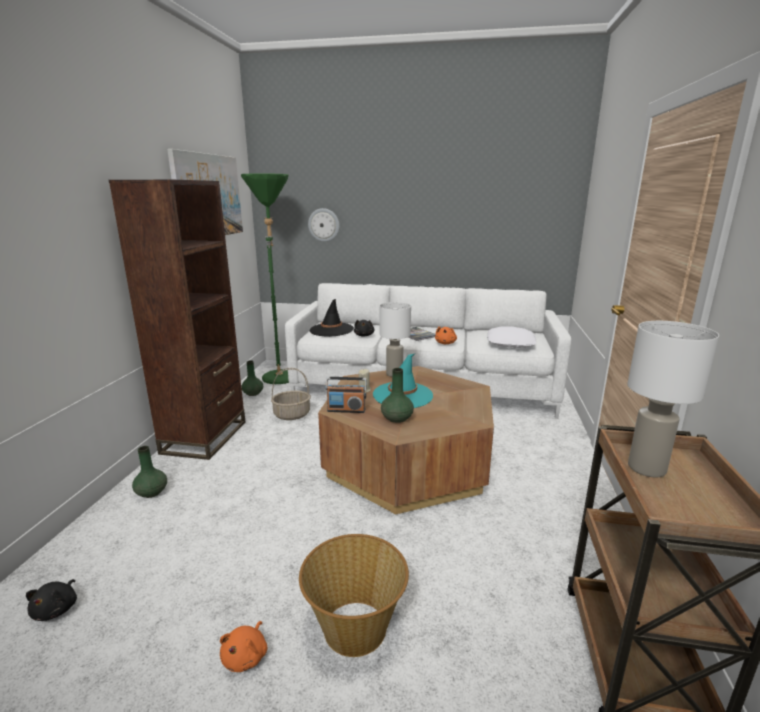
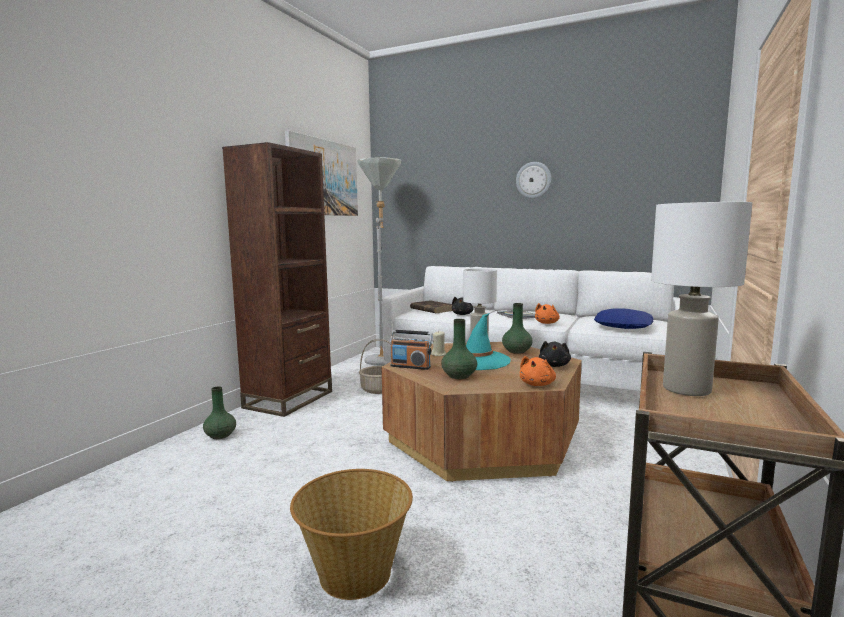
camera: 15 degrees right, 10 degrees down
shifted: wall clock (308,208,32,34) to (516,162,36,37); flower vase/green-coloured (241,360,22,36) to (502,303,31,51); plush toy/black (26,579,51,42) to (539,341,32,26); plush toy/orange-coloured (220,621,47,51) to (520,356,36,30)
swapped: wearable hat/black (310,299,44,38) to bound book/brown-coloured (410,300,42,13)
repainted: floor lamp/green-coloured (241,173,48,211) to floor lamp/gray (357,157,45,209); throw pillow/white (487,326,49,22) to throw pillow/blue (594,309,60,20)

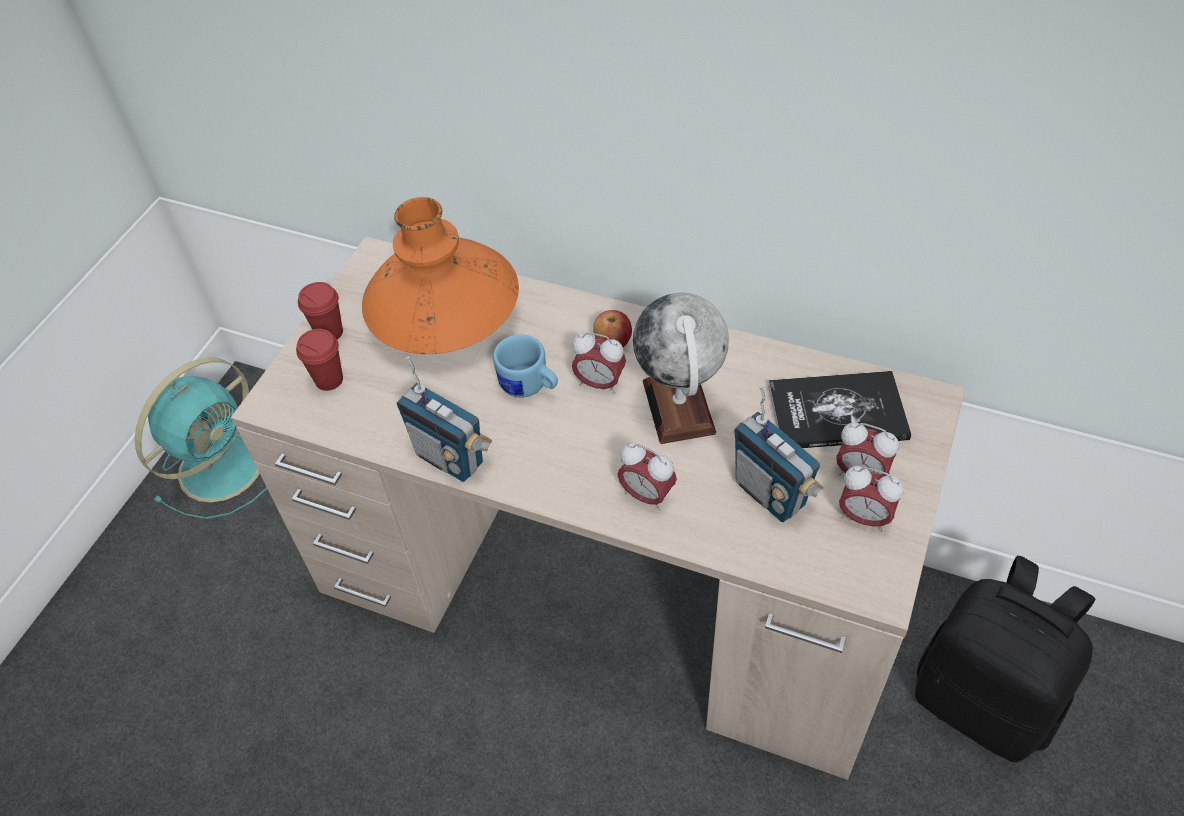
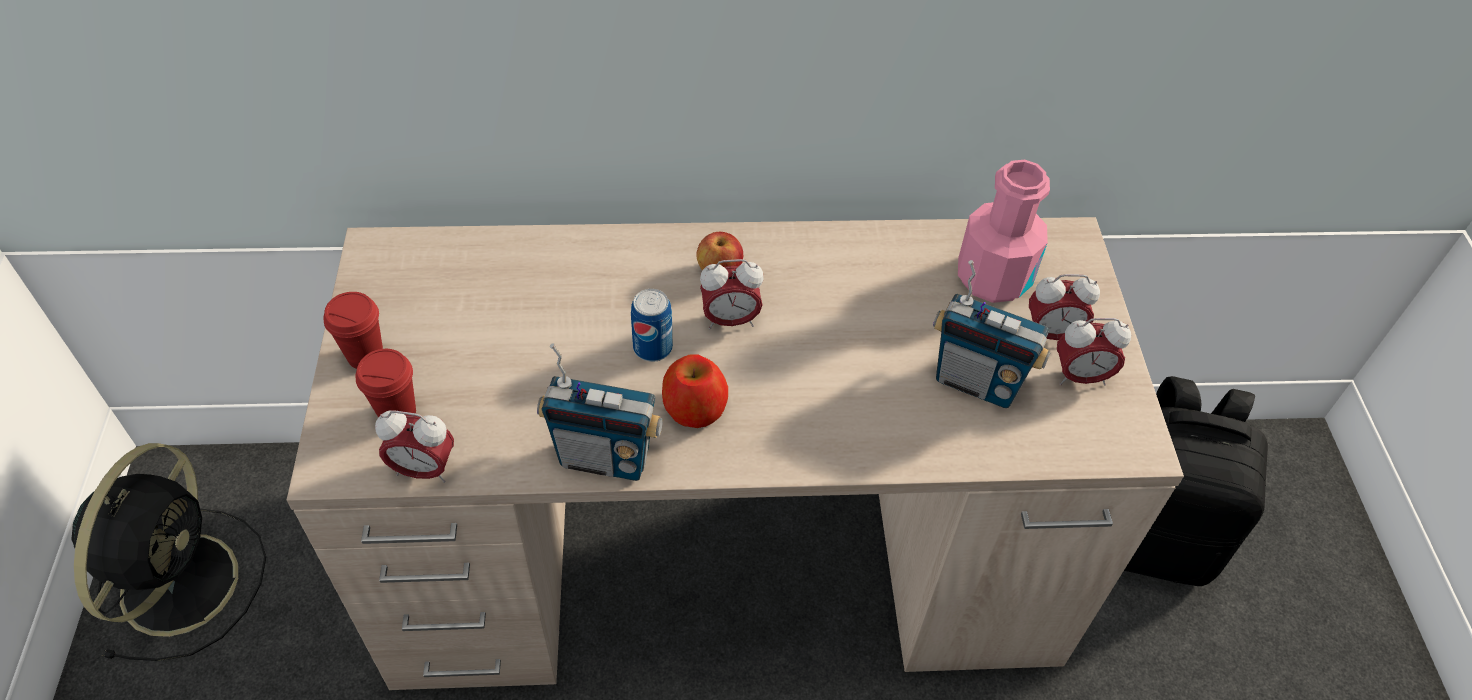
camera: 30 degrees left, 0 degrees up
gone: flower vase/orange-coloured (362,197,157,157); globe (633,292,96,152)
new: whole apple (662,355,66,73)
shifted: bedside clock (617,442,60,69) to (375,410,79,73)
swapped: coffee mug/blue (493,334,65,64) to can (631,289,42,73); bound book (768,371,144,77) to beverage bottle/pink (958,159,92,144)
repainted: electric fan/turquoise (135,358,132,161) to electric fan/black (71,443,195,218)

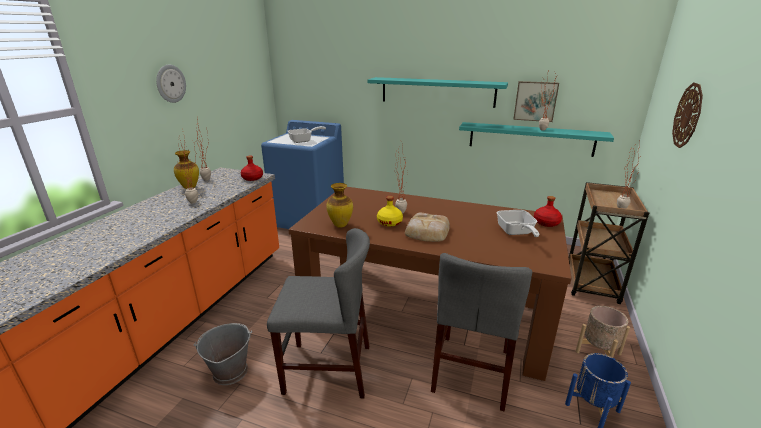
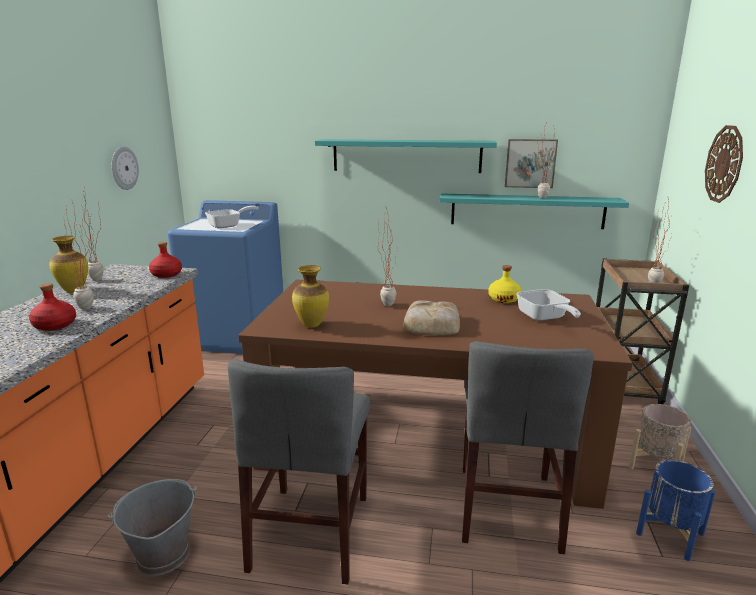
camera: 10 degrees left, 5 degrees down
shifted: wall clock (156,65,30,38) to (112,146,27,44); beverage bottle/yellow (377,196,26,31) to (488,265,34,38); beverage bottle/red-coloured (534,196,28,31) to (29,283,47,48)
rotated: upright chair/gray (267,228,103,170) = (228,359,142,225) 105 degrees clockwise

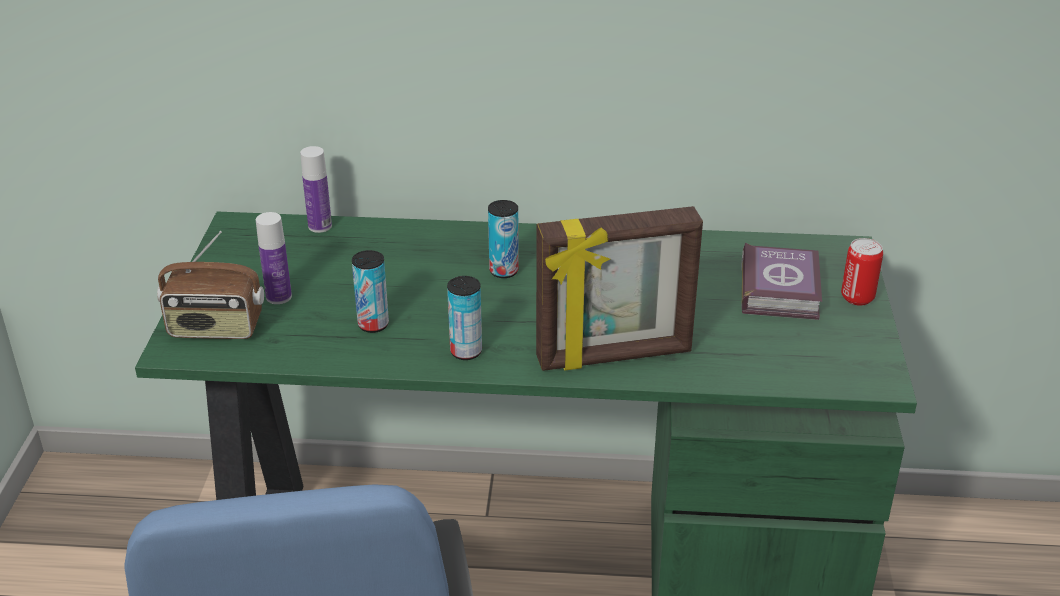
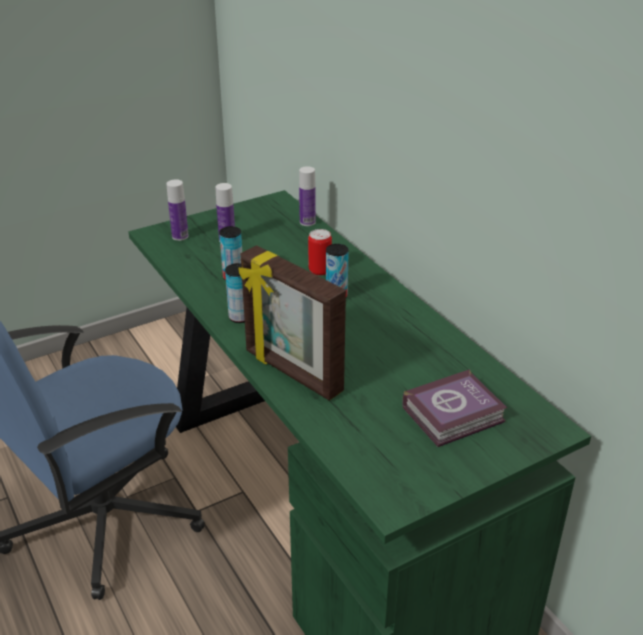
camera: 55 degrees right, 0 degrees up
shifted: can (841,238,42,68) to (308,229,24,46)
swapped: radio set (157,231,107,108) to beverage bottle (166,179,23,62)

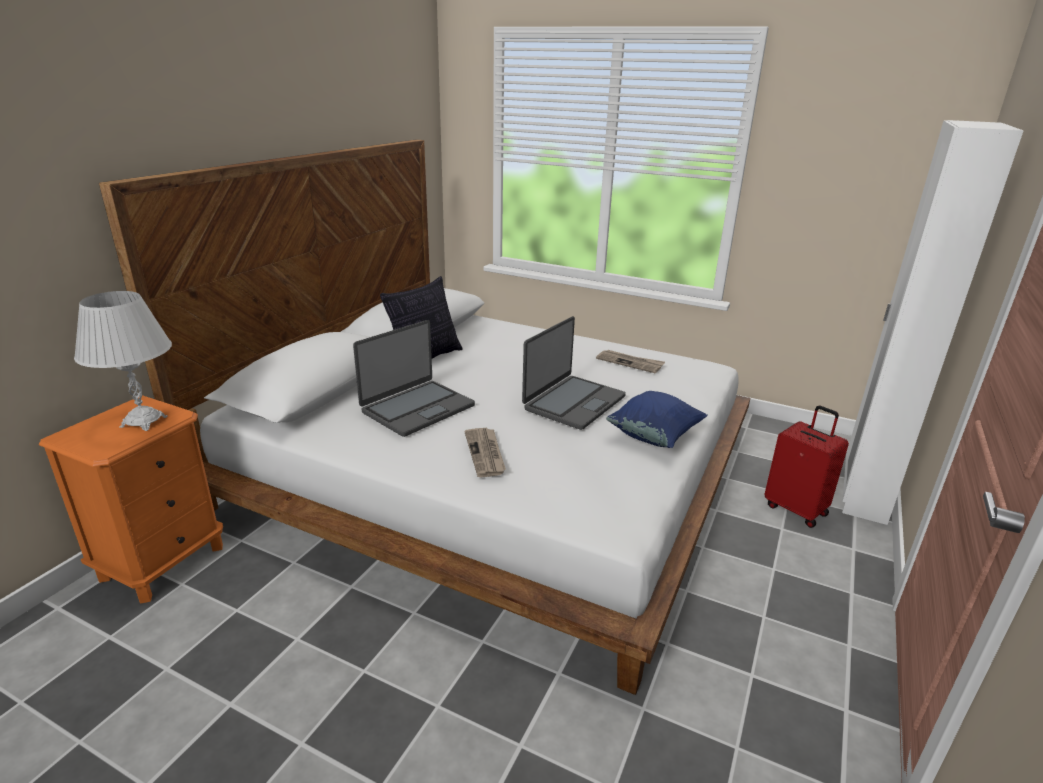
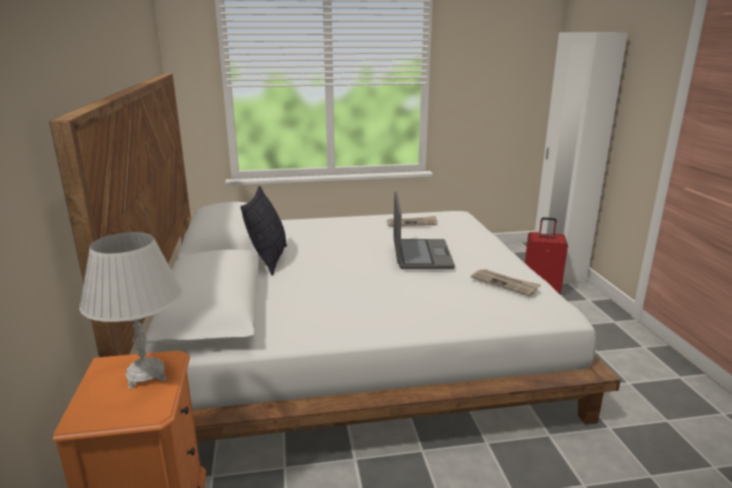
camera: 35 degrees left, 5 degrees down
gone: notebook computer (353,320,122,117); throw pillow/blue (606,391,102,57)
shifted: newspaper (464,428,42,49) to (471,269,70,27)

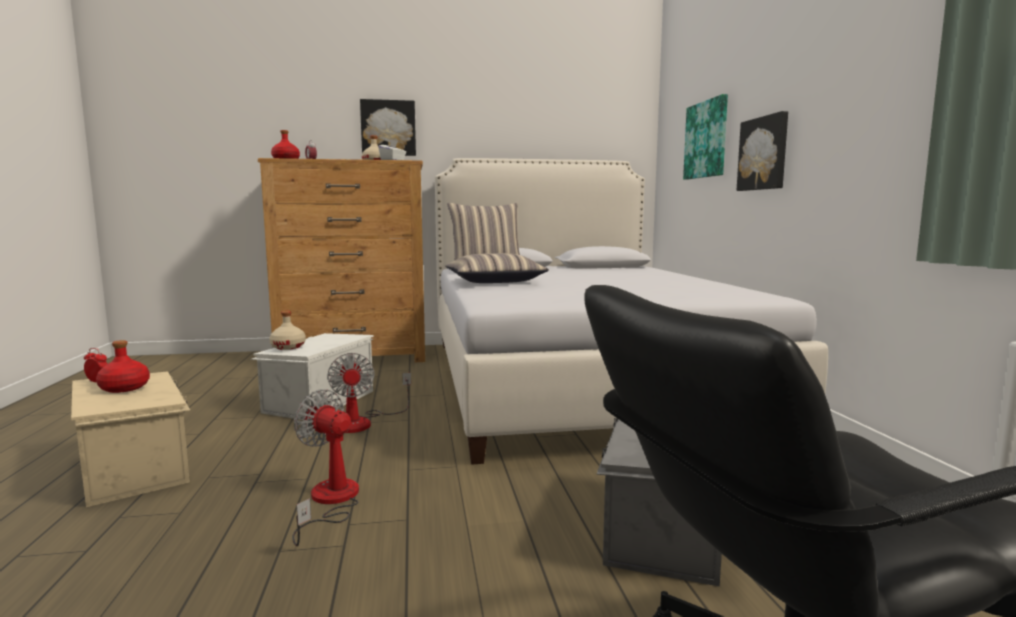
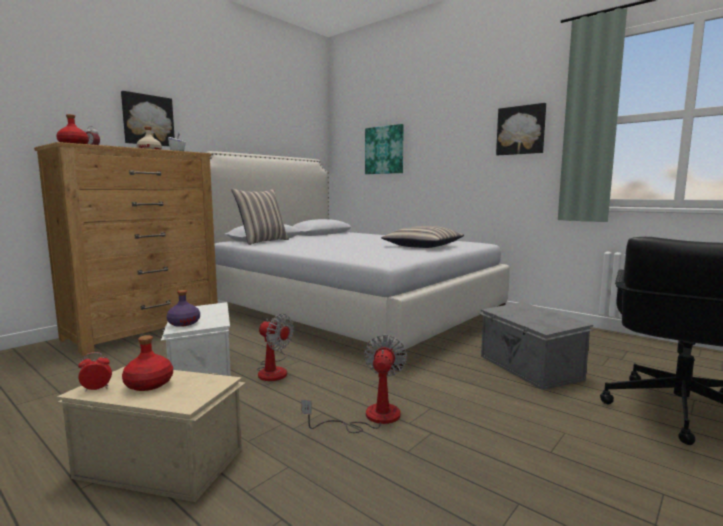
camera: 40 degrees left, 0 degrees up
shifted: wall picture (737,111,51,80) to (496,103,50,52); throw pillow (445,253,104,30) to (381,226,83,22)
repainted: beverage bottle/sand-coloured (269,311,37,39) to beverage bottle/purple (167,290,33,37)
rotated: electric fan (292,389,67,157) = (301,335,106,98) 105 degrees clockwise

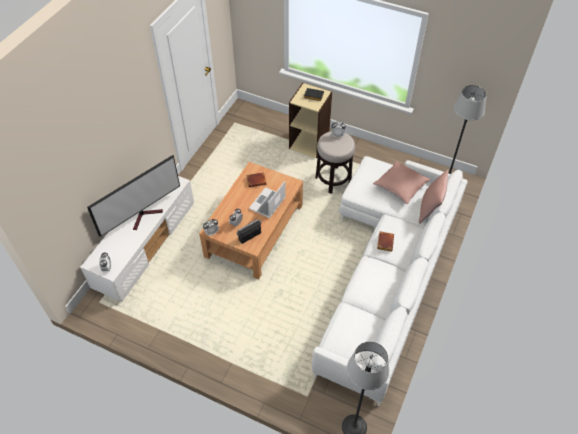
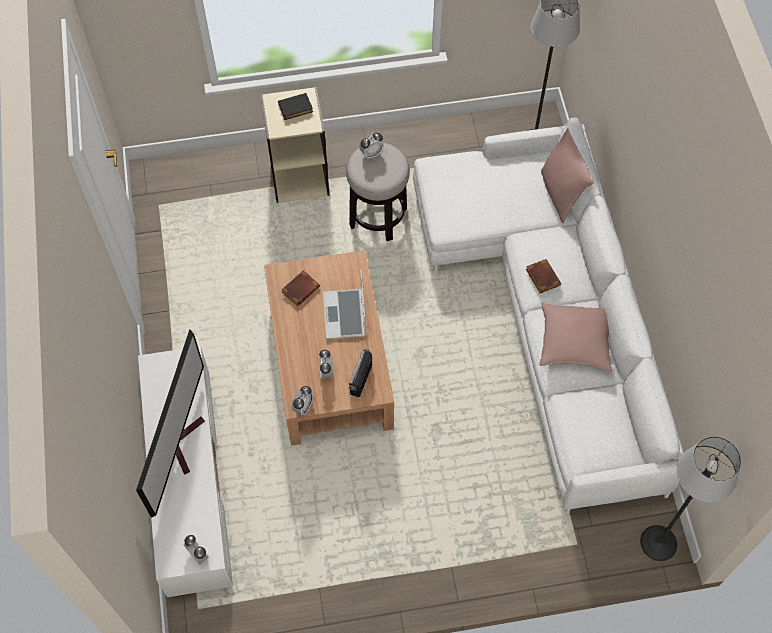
camera: 35 degrees left, 10 degrees up
shifted: throw pillow/pink (373,161,58,43) to (540,303,72,69)

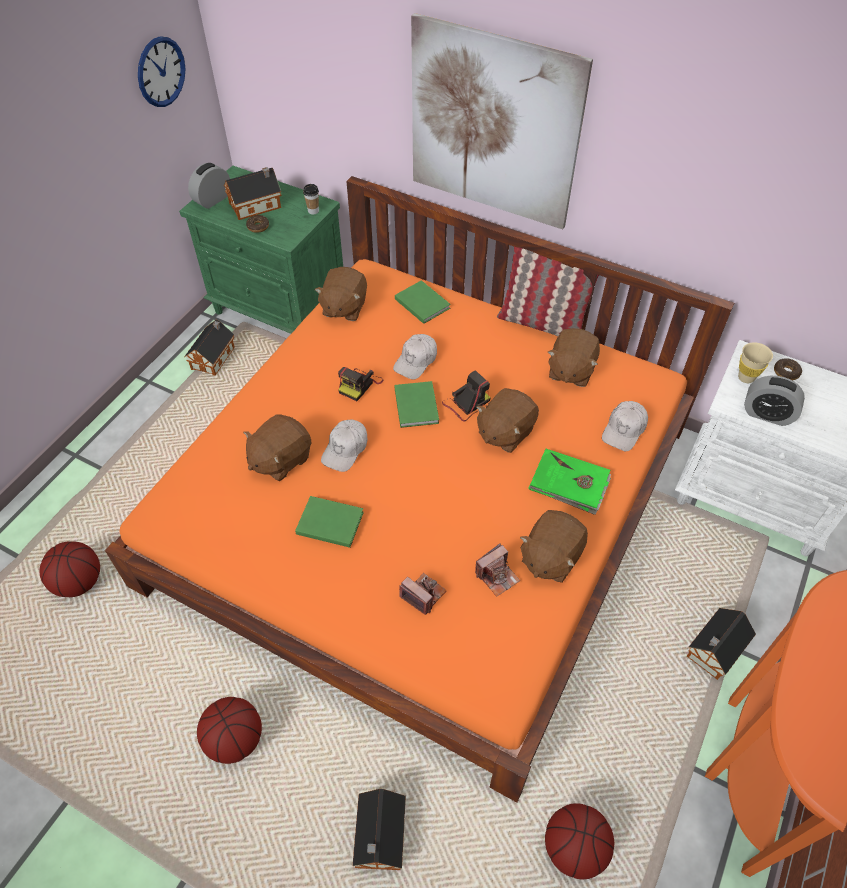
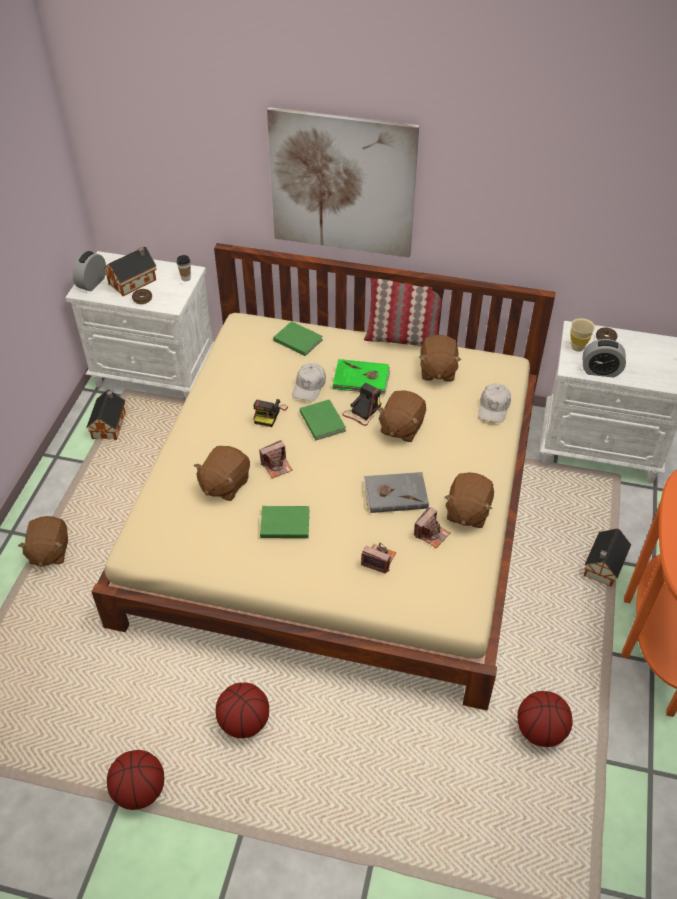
camera: 15 degrees left, 5 degrees down
gone: wall clock (138,36,47,71); model house (353,789,53,81)
new: bound book/gray (364,472,65,41)
shifted: plush toy/brown-coloured (315,267,52,54) to (18,516,50,51); bound book/green-coloured (528,449,83,66) to (332,359,58,36); basketball ball (40,541,60,56) to (107,750,57,60)
swapped: peaked cap/white (321,419,46,53) to still camera (259,440,34,38)
repainted: night table/green-coloured (179,166,164,168) to night table/white (65,251,149,149); sleeping bed/orange-coloured (105,176,629,626) to sleeping bed/sand-coloured (91,243,465,467)

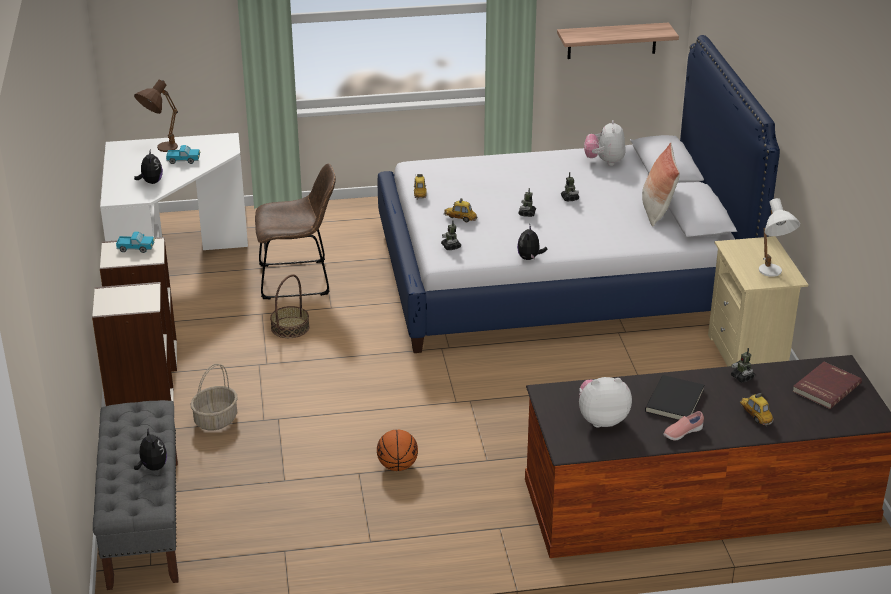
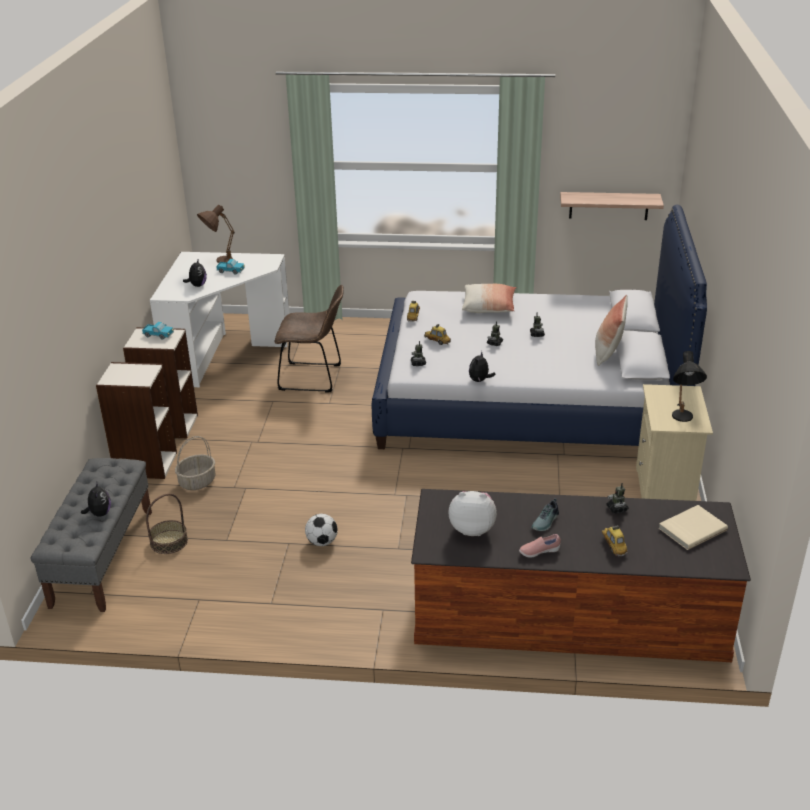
camera: 15 degrees right, 0 degrees up
gone: plush toy (584,120,42,46)
new: throw pillow (462,284,54,29)
shifted: basket (270,274,40,64) to (146,493,42,61)
swapped: bound book/black (645,375,59,45) to shoe (531,498,28,33); basketball ball (377,430,41,41) to ball for football (305,514,33,32)
repainted: tabletop lamp/white (759,198,41,79) to tabletop lamp/black (672,351,35,71); bound book/red-coloured (792,362,70,47) to bound book/sand-coloured (659,505,69,45)

